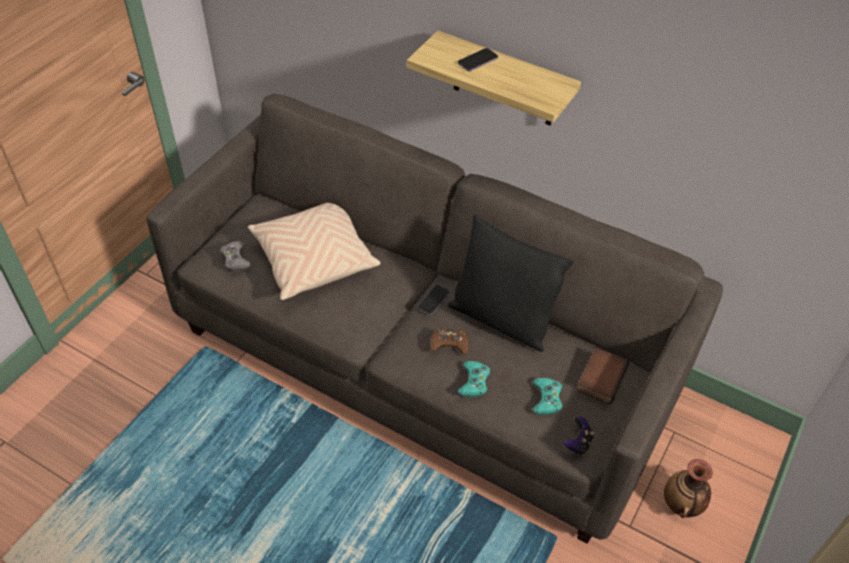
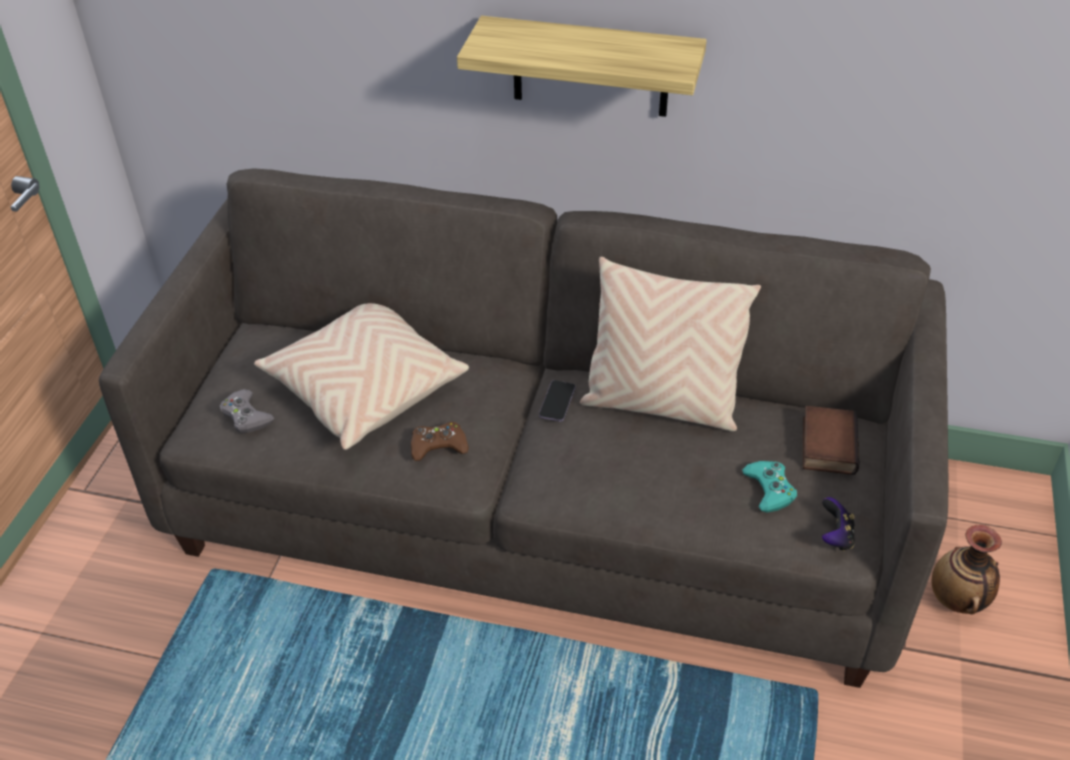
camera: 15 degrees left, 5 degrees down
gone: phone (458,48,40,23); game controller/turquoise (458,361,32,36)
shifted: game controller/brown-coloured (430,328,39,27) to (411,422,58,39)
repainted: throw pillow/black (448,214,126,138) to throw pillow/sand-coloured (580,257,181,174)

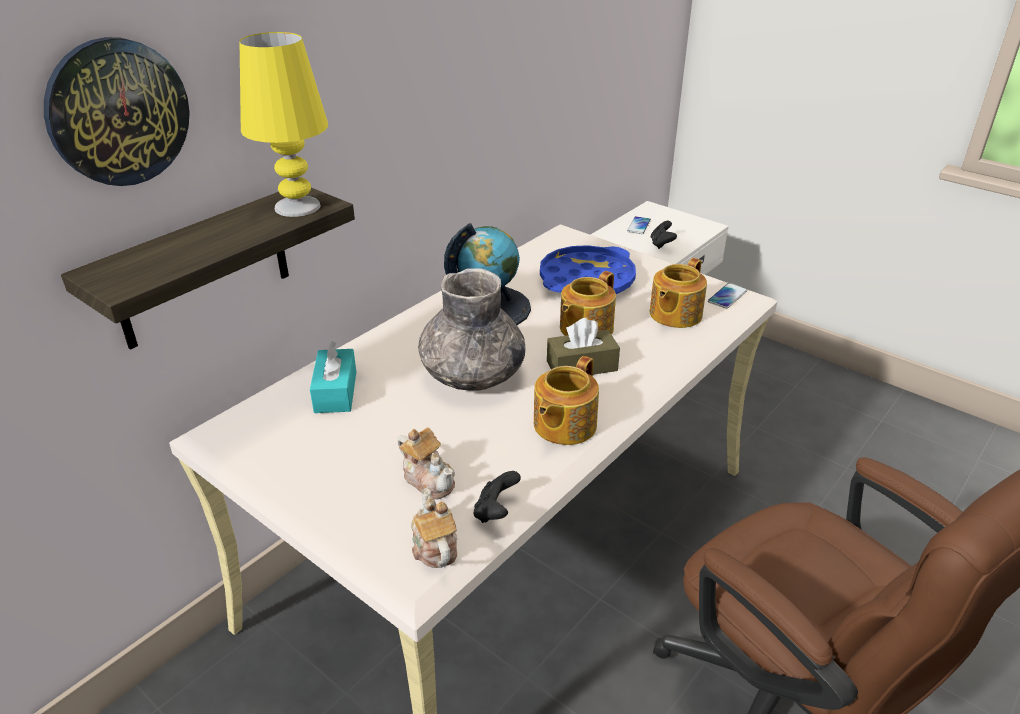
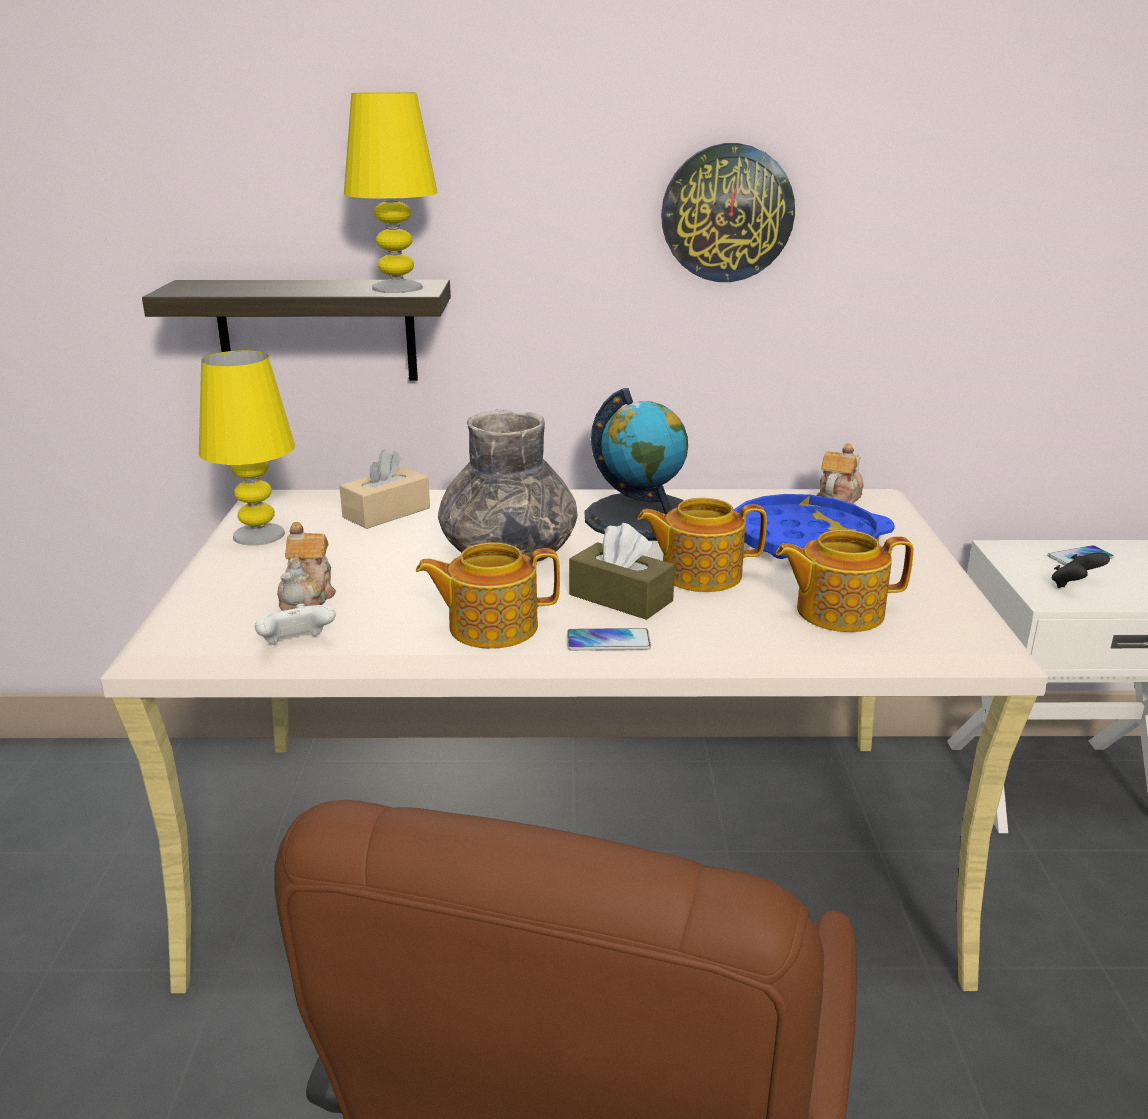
camera: 50 degrees right, 10 degrees down
new: tabletop lamp/yellow (199,350,96,195)
shifted: wall clock (44,37,146,149) to (661,143,134,139); phone (708,283,39,26) to (567,628,84,23); pot for tea (411,488,46,80) to (816,444,48,60)
repainted: box of tissues/turquoise (310,341,46,72) to box of tissues/sand-coloured (339,449,91,80); game controller/black (474,471,47,52) to game controller/white (255,603,81,42)

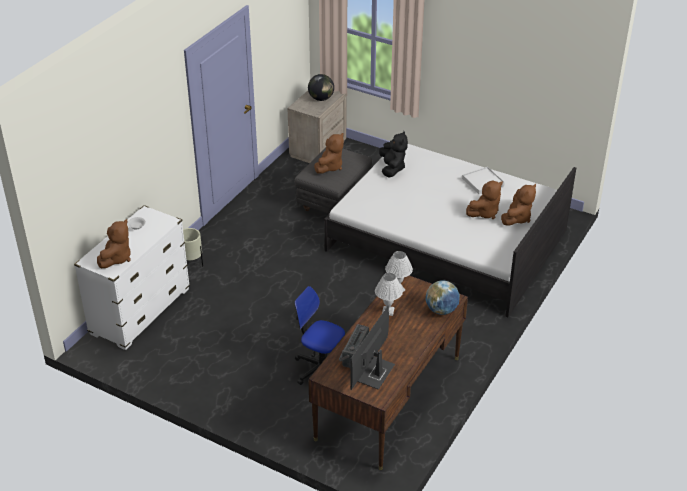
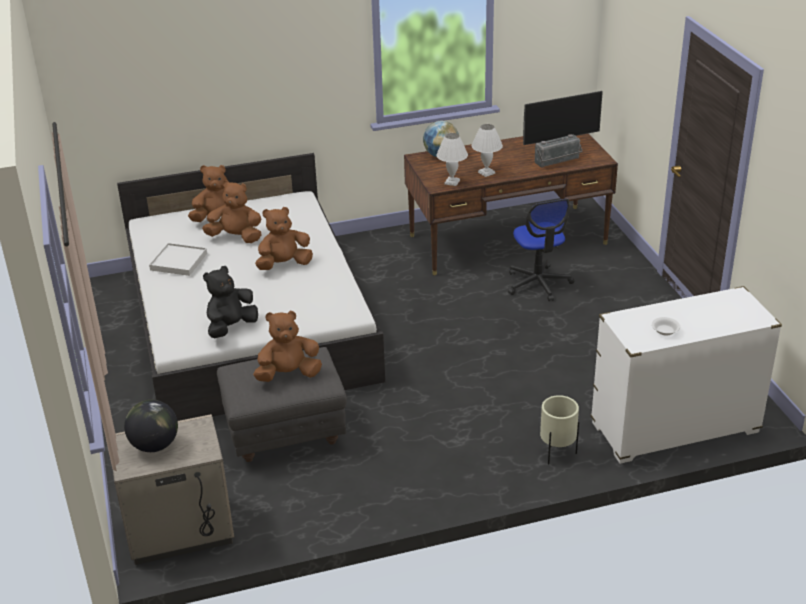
camera: 135 degrees left, 5 degrees down
shifted: plush toy/brown-coloured (97,219,34,49) to (255,207,58,63)

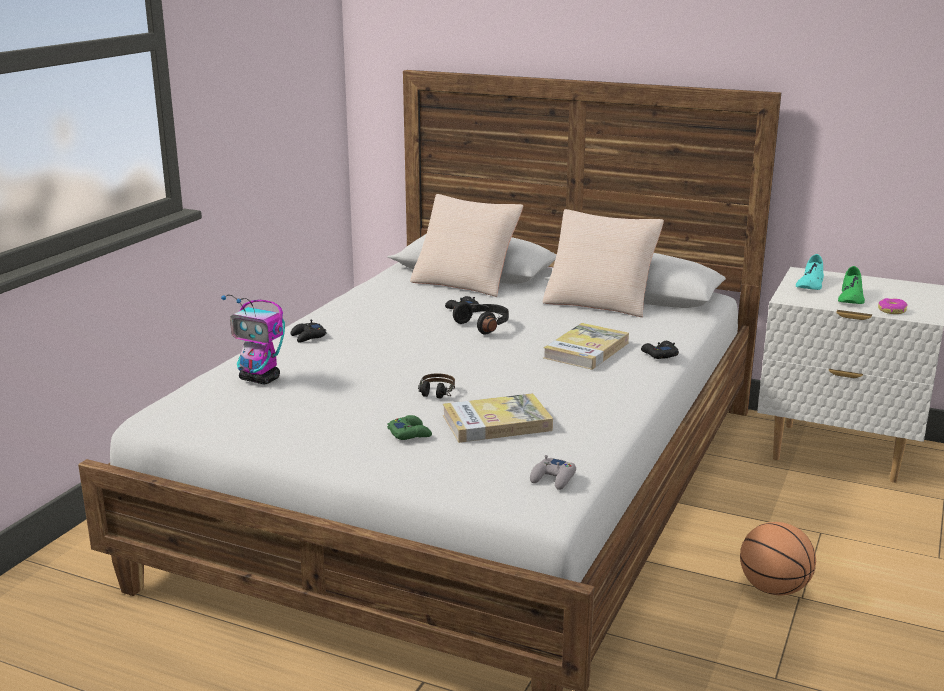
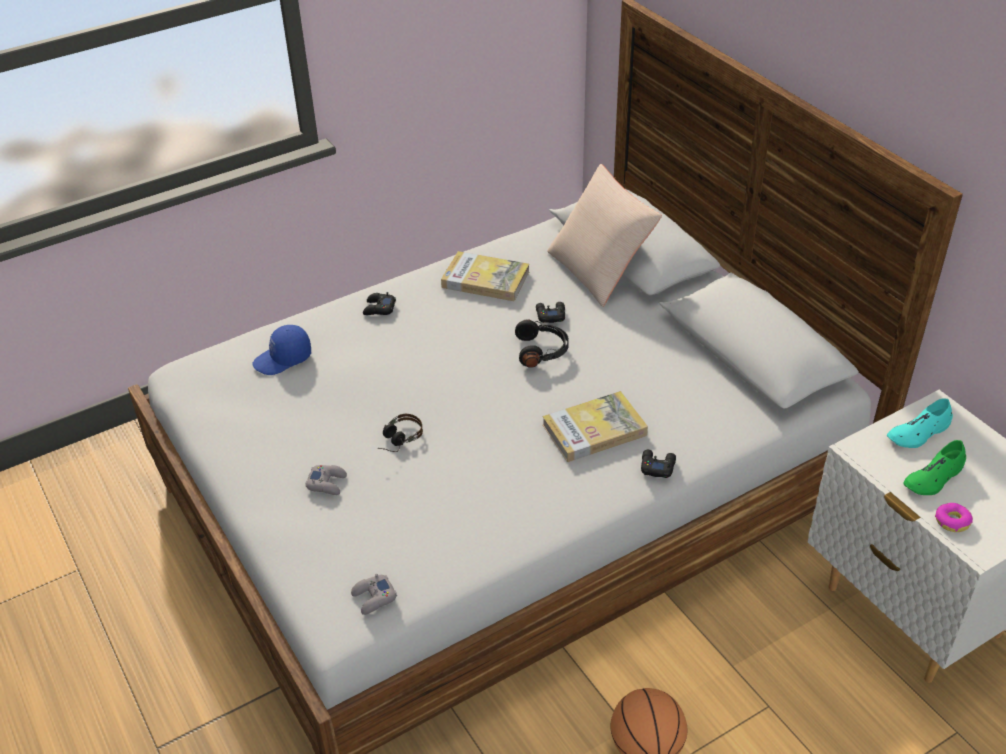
camera: 35 degrees right, 20 degrees up
gone: throw pillow/sand-coloured (543,209,121,108)
shifted: bound book (443,393,110,50) to (441,251,88,50)
swapped: robot figure (221,295,64,90) to peaked cap/blue (252,325,59,50)
repainted: game controller/green-coloured (387,415,45,25) to game controller/gray (305,465,42,30)

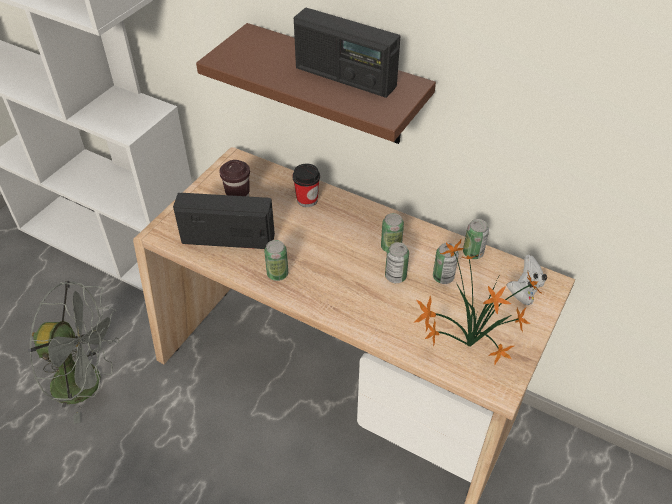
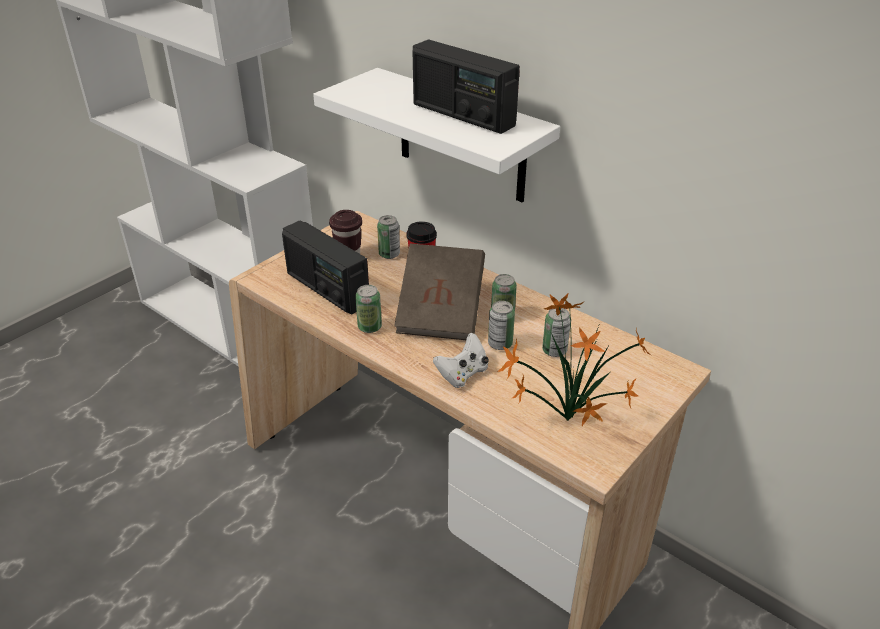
camera: 10 degrees right, 10 degrees down
gone: electric fan/gray (28,281,92,143)
new: bound book/brown-coloured (394,243,91,97)
shifted: can (463,219,26,40) to (377,215,23,44); game controller/white (507,255,40,50) to (433,333,56,55)
repainted: bracket shelf/brown-coloured (196,23,240,121) to bracket shelf/white (313,68,247,134)
rotated: radio set (173,193,102,56) = (282,220,87,95) 150 degrees counterclockwise

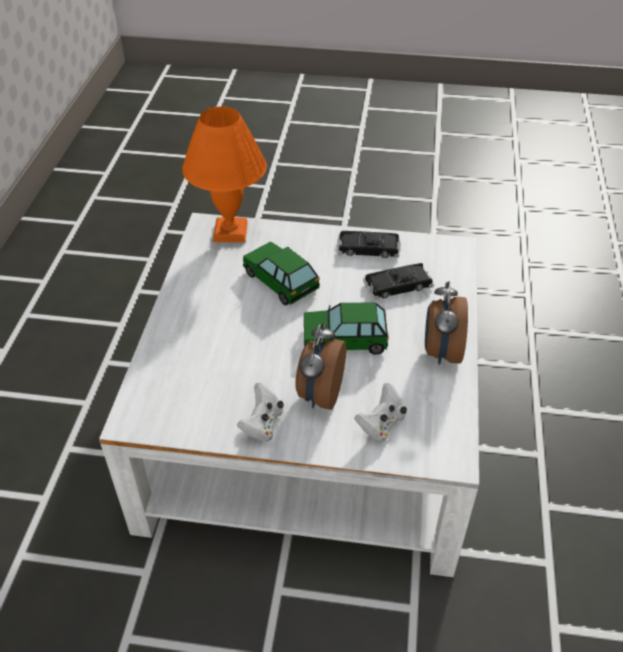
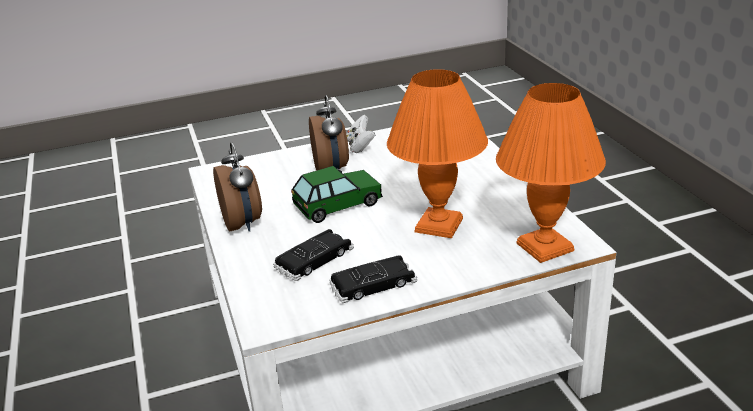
camera: 155 degrees right, 15 degrees down
gone: game controller/white (355,383,52,59)
swapped: miniature car (243,242,77,63) to tabletop lamp/orange-coloured (387,69,101,169)

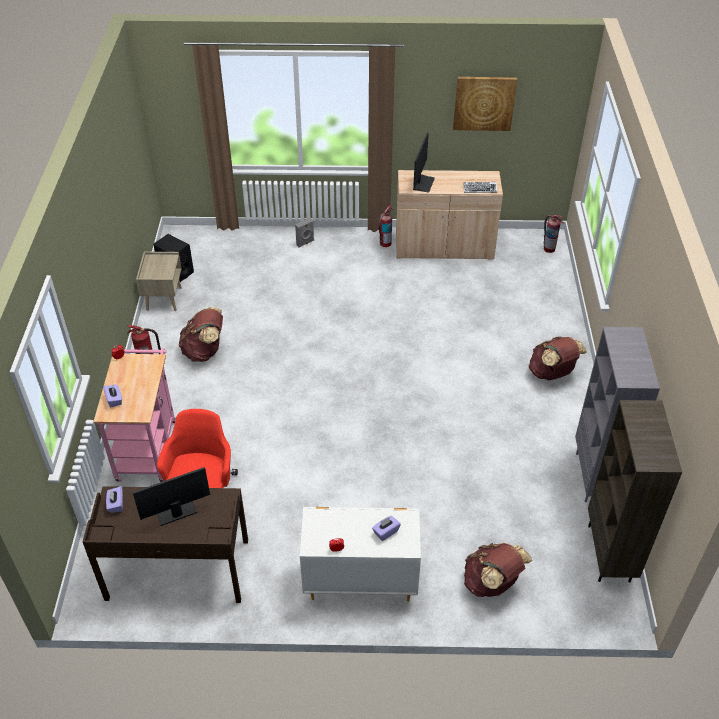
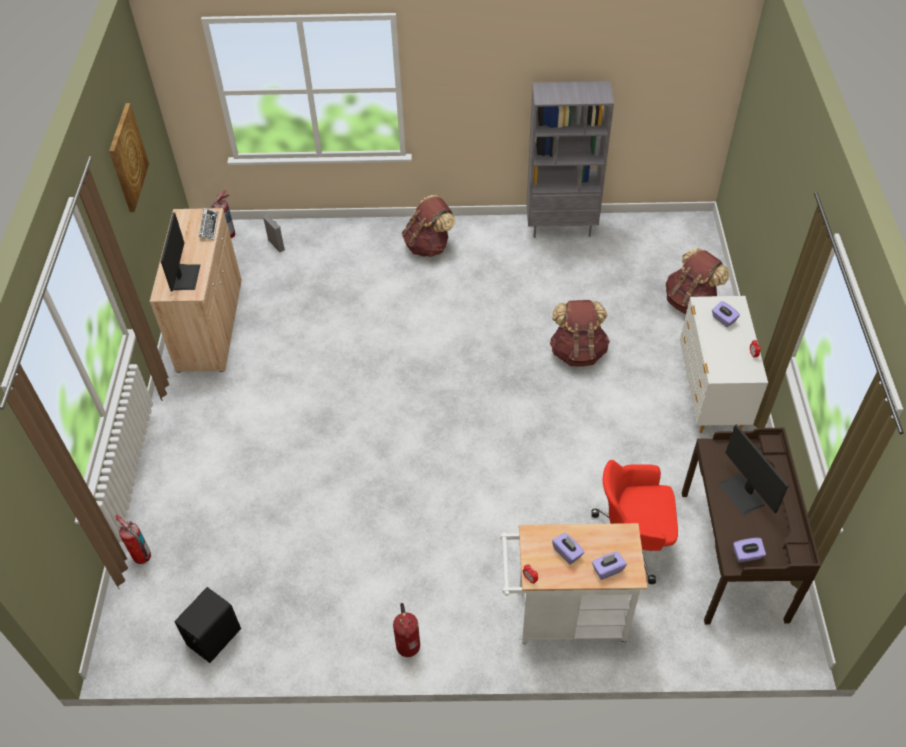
camera: 90 degrees left, 5 degrees up
gone: night table/sand-coloured (136,252,46,59); shelving unit/brown-coloured (588,400,94,182)
new: box of tissues/purple (552,533,33,32)
shifted: fire extinguisher (378,204,14,43) to (115,515,36,49); speaker/gray (295,218,19,30) to (263,215,22,37); backpack/brown-coloured (179,307,44,55) to (550,300,60,67)
repainted: trolley/pink (94,348,82,134) to trolley/white (500,523,148,122)
rotated: computer display (413,133,22,60) = (161,212,40,79) 75 degrees clockwise

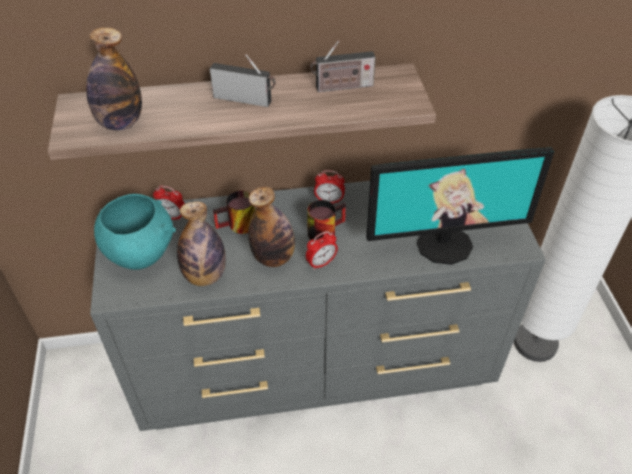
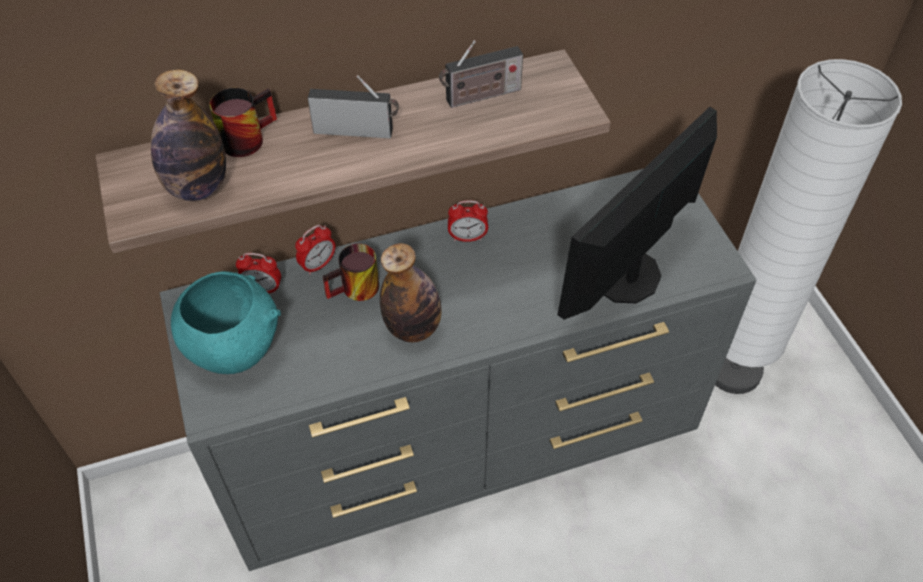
camera: 10 degrees left, 5 degrees up
gone: beverage bottle (177,201,49,85)
shifted: coffee mug (307,200,39,40) to (209,88,68,69); bedside clock (306,231,32,39) to (295,225,41,50)
rotated: computer display (366,147,188,118) = (557,107,160,213) 150 degrees clockwise

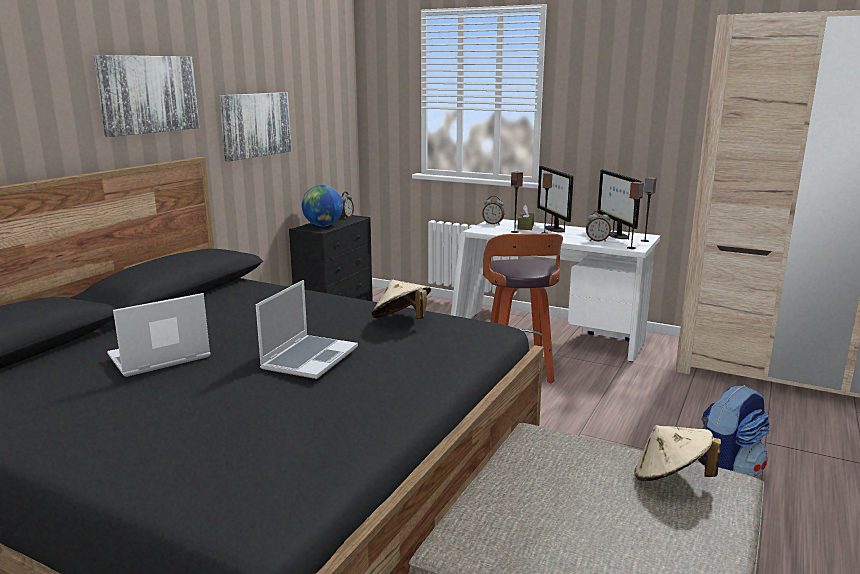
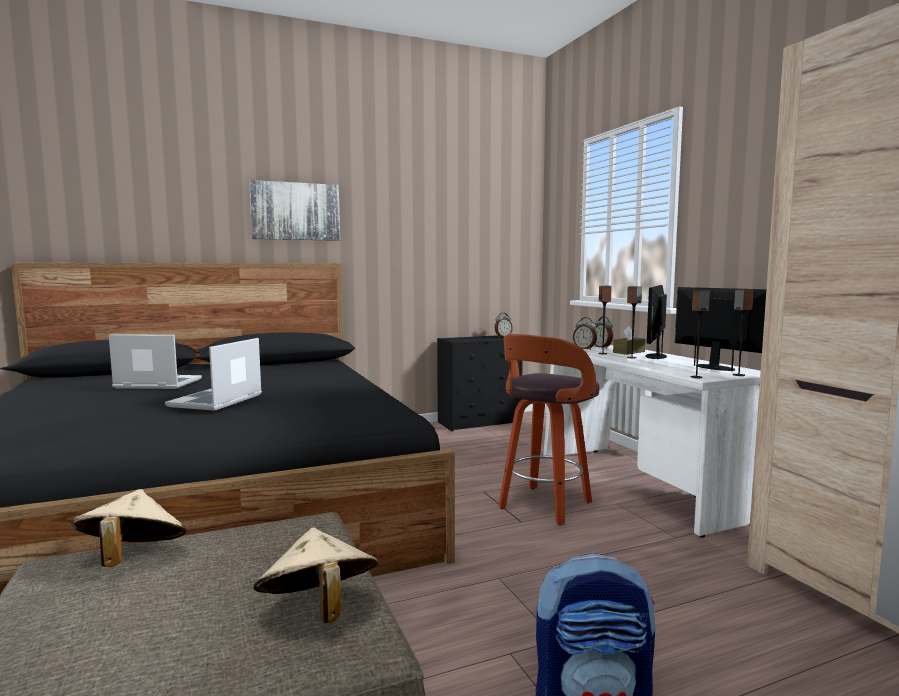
camera: 40 degrees right, 10 degrees down
gone: wall picture (219,92,73,69); globe (302,185,41,41)
shifted: bedside clock (586,210,25,32) to (573,317,24,33); wearable hat/sand-coloured (371,280,60,39) to (71,489,116,78)
rotated: computer display (597,170,45,69) = (675,287,91,84) 120 degrees clockwise; notebook computer (256,280,102,99) = (165,338,97,73) 135 degrees clockwise

